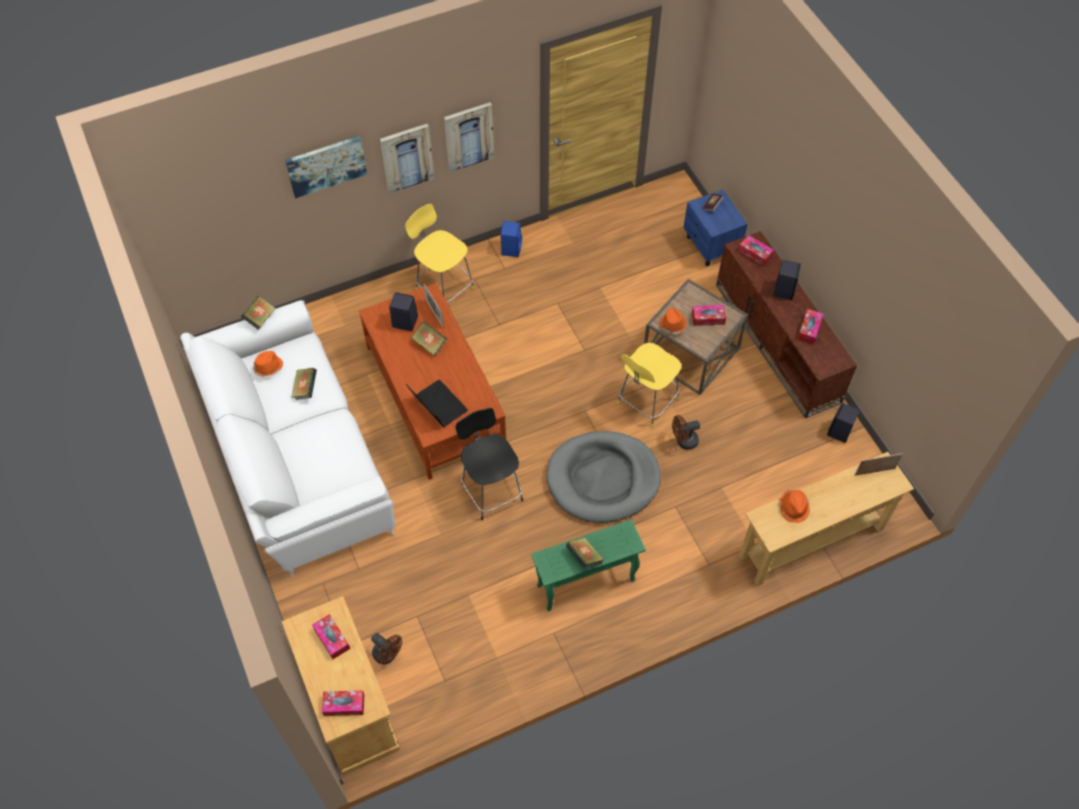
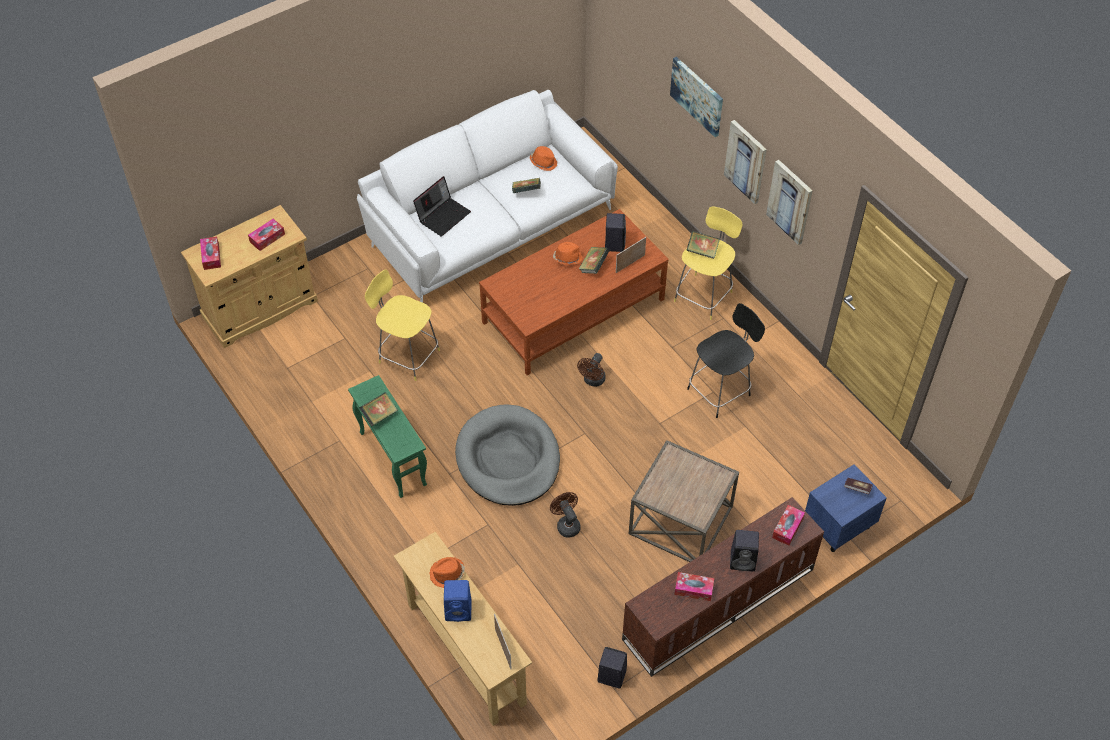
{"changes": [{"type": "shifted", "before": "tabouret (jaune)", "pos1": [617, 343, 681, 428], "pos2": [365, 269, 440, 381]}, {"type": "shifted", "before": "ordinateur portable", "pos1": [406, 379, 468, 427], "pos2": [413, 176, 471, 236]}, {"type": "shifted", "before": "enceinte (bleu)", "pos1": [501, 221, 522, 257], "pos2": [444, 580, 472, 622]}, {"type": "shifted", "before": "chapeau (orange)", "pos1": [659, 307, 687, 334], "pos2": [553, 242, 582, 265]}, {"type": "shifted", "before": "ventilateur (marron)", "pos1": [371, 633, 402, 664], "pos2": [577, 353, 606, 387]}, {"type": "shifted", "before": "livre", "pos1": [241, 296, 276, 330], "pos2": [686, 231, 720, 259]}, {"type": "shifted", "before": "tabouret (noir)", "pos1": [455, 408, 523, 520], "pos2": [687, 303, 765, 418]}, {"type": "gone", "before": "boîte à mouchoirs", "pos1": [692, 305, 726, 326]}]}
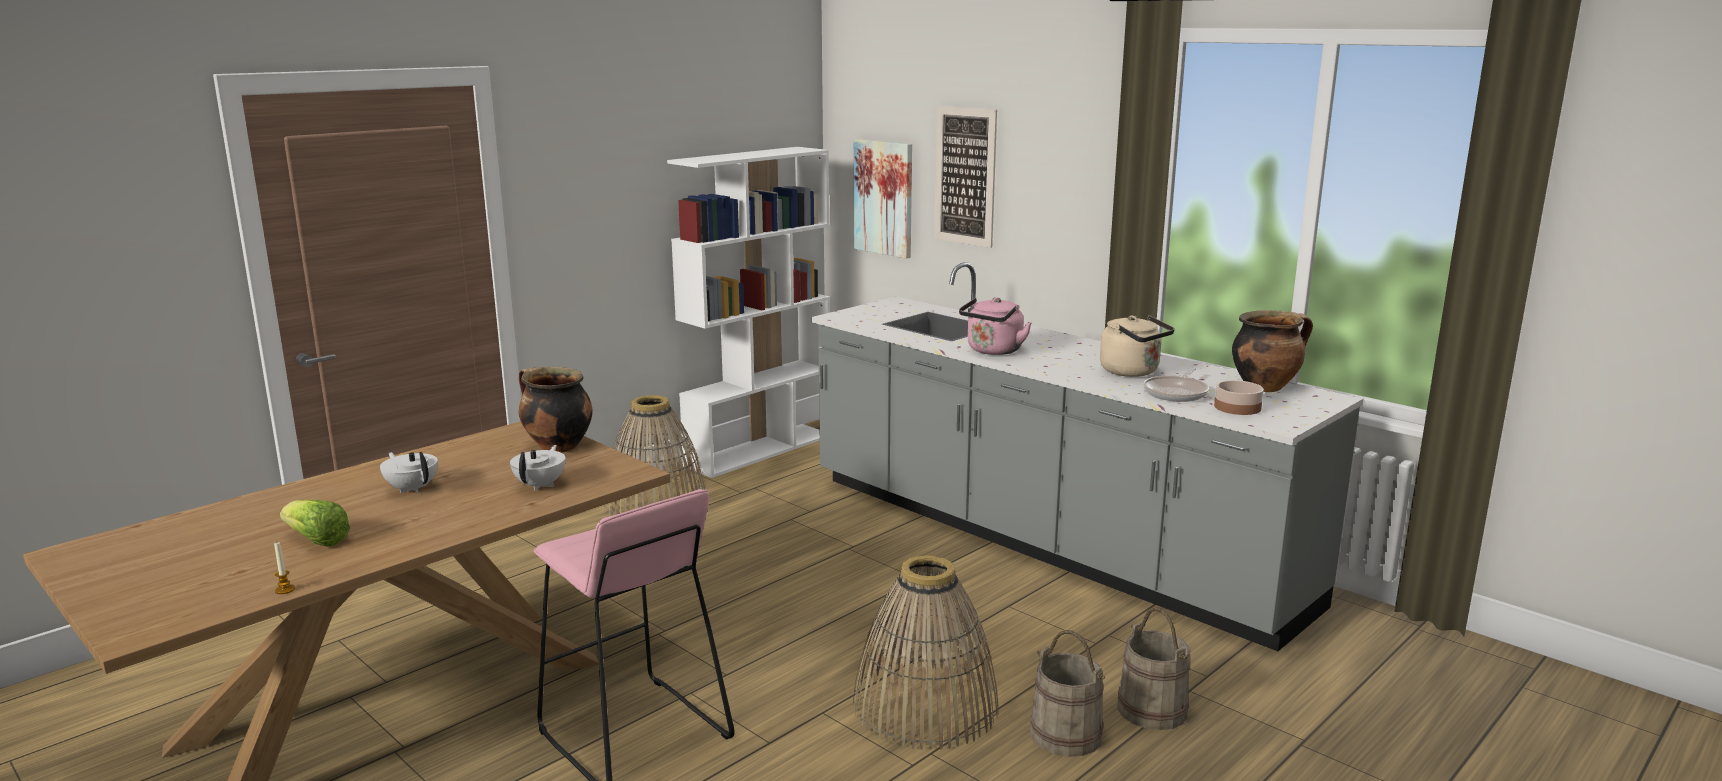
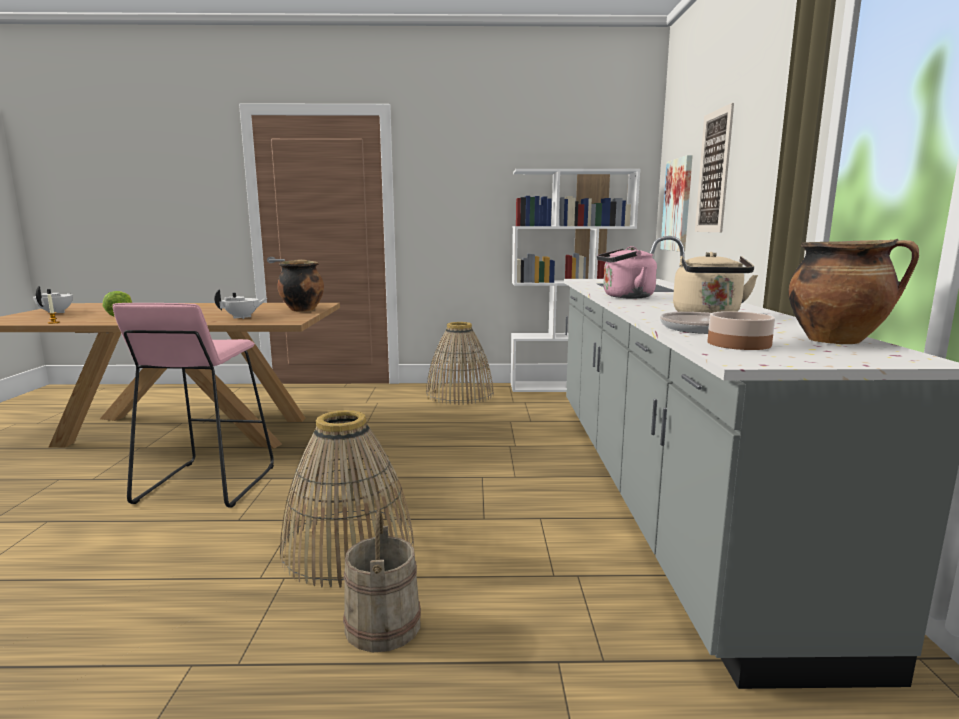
{"changes": [{"type": "shifted", "before": "théière (blanc)", "pos1": [380, 452, 438, 493], "pos2": [33, 286, 73, 313]}, {"type": "gone", "before": "seau (beige)", "pos1": [1118, 607, 1190, 730]}]}
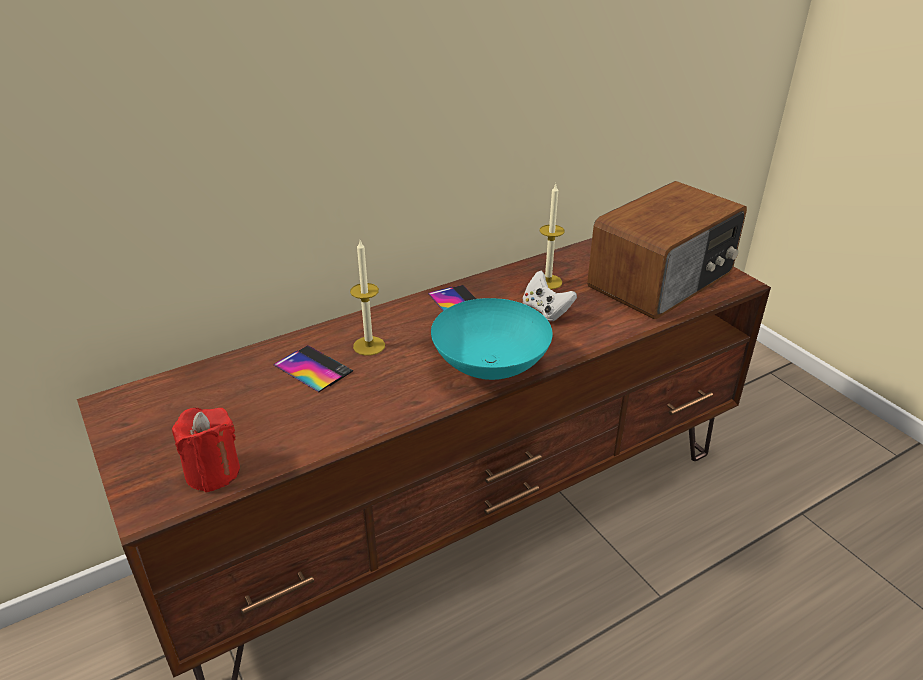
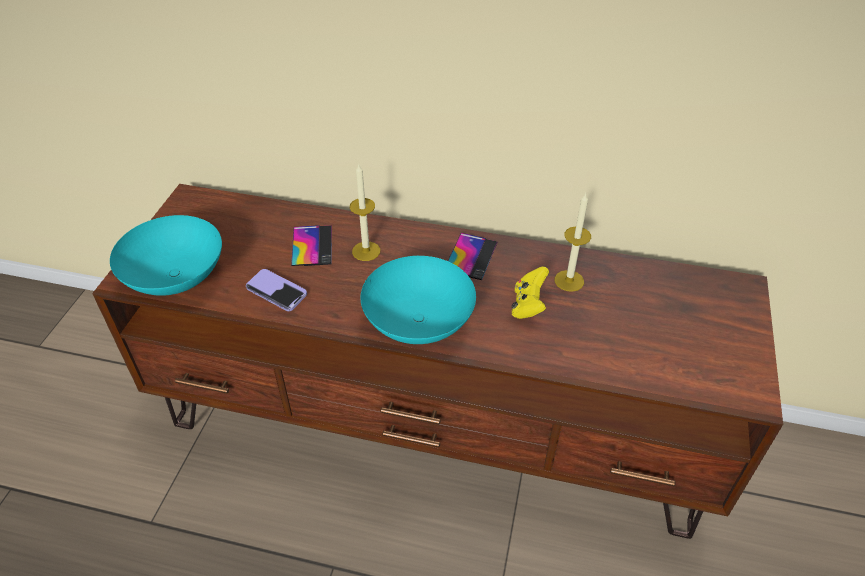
{"changes": [{"type": "swapped", "before": "bougie (rouge)", "after": "bol (turquoise)", "pos1": [172, 408, 240, 493], "pos2": [110, 215, 222, 296]}, {"type": "new", "after": "téléphone", "pos2": [246, 269, 307, 311]}, {"type": "repainted", "before": "manette (blanc)", "after": "manette (jaune)", "pos1": [523, 271, 577, 321], "pos2": [511, 267, 549, 319]}, {"type": "gone", "before": "radio", "pos1": [587, 181, 747, 319]}]}
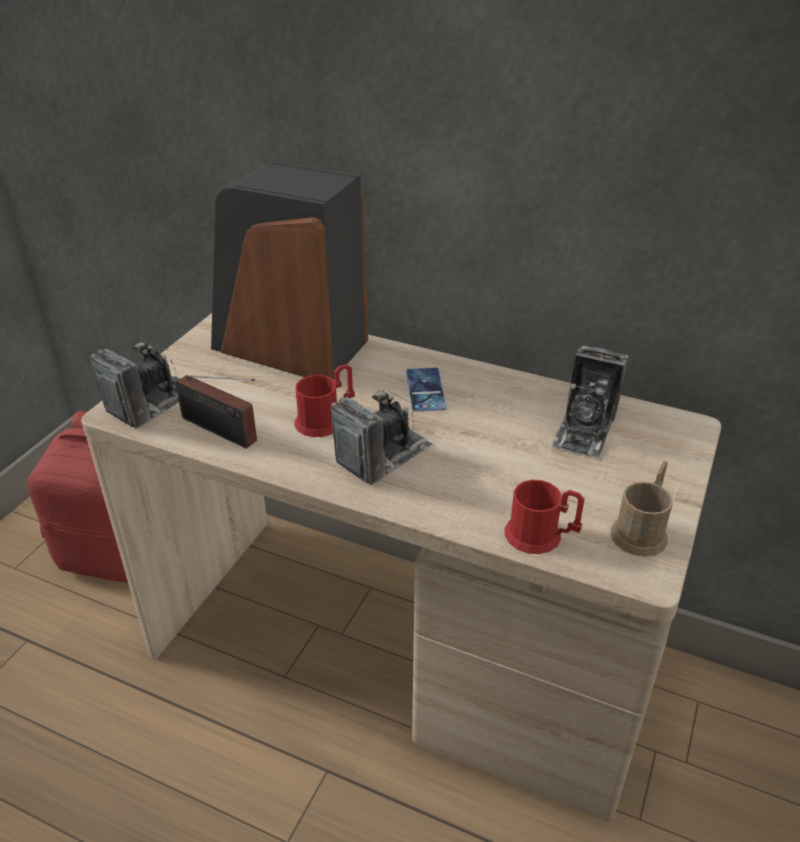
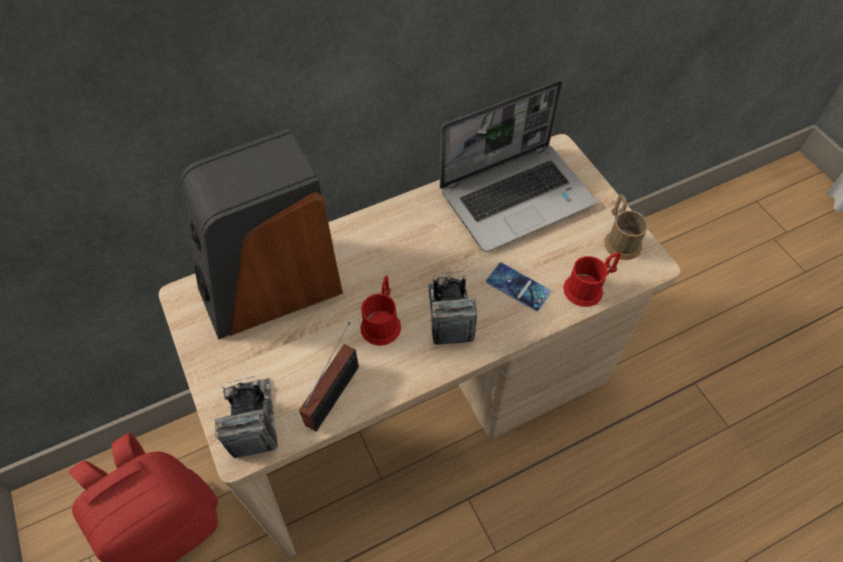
{"changes": [{"type": "rotated", "before": "radio", "pos1": [175, 375, 257, 449], "pos2": [299, 322, 359, 432], "turn": -45}, {"type": "swapped", "before": "appareil photo", "after": "ordinateur portable", "pos1": [551, 345, 629, 458], "pos2": [440, 80, 597, 252]}, {"type": "shifted", "before": "téléphone", "pos1": [406, 368, 446, 412], "pos2": [486, 262, 551, 311]}]}
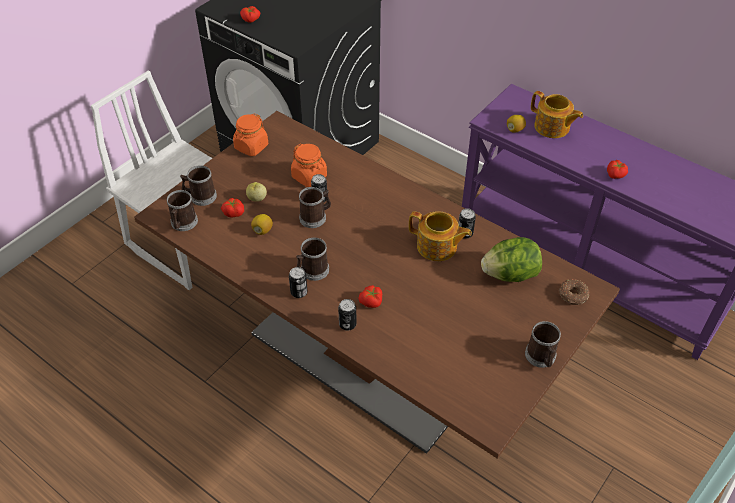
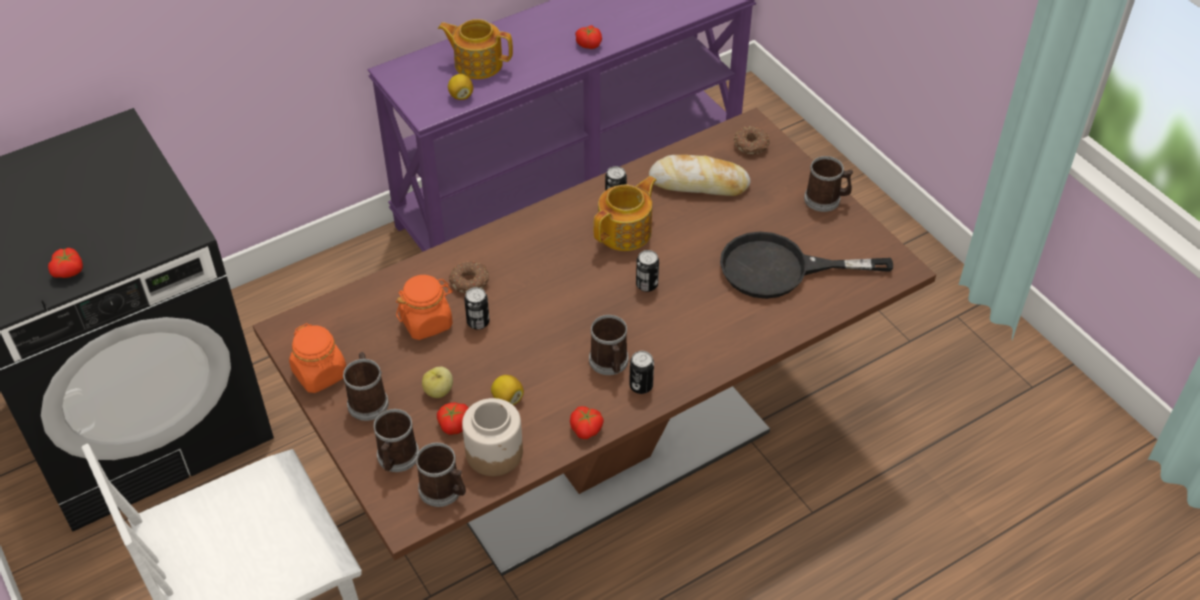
{"changes": [{"type": "shifted", "before": "mug", "pos1": [299, 187, 331, 228], "pos2": [343, 352, 389, 421]}, {"type": "rotated", "before": "théière", "pos1": [531, 91, 583, 138], "pos2": [438, 19, 513, 79], "turn": -135}, {"type": "new", "after": "beignet", "pos2": [449, 262, 489, 293]}, {"type": "new", "after": "bocal", "pos2": [462, 398, 523, 476]}, {"type": "shifted", "before": "tomate", "pos1": [358, 285, 382, 308], "pos2": [570, 406, 604, 439]}, {"type": "shifted", "before": "boîte métallique", "pos1": [338, 299, 357, 331], "pos2": [636, 250, 659, 292]}, {"type": "swapped", "before": "laitue", "after": "pain", "pos1": [481, 237, 542, 282], "pos2": [649, 155, 751, 196]}, {"type": "new", "after": "poêle (noir)", "pos2": [720, 231, 893, 299]}]}
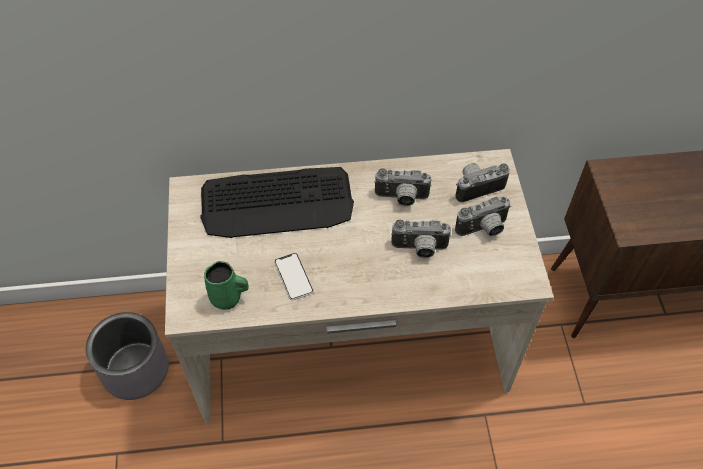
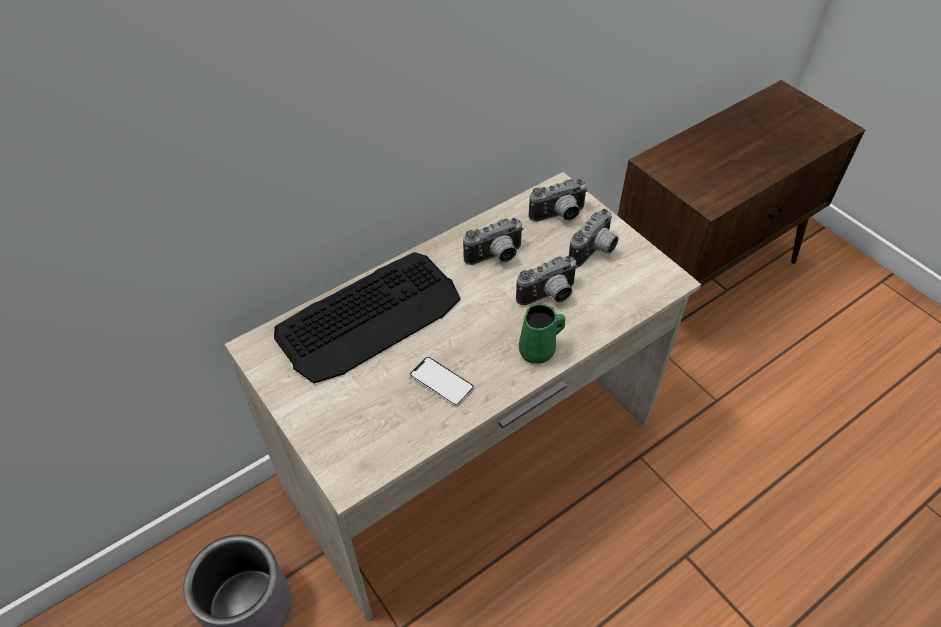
{"changes": [{"type": "shifted", "before": "mug (vert)", "pos1": [204, 261, 249, 309], "pos2": [519, 304, 565, 364]}, {"type": "rotated", "before": "appareil photo", "pos1": [456, 163, 510, 202], "pos2": [529, 179, 588, 222], "turn": -150}]}
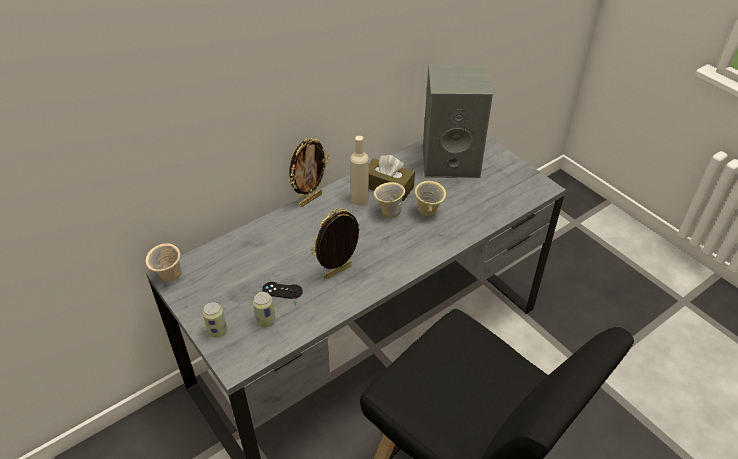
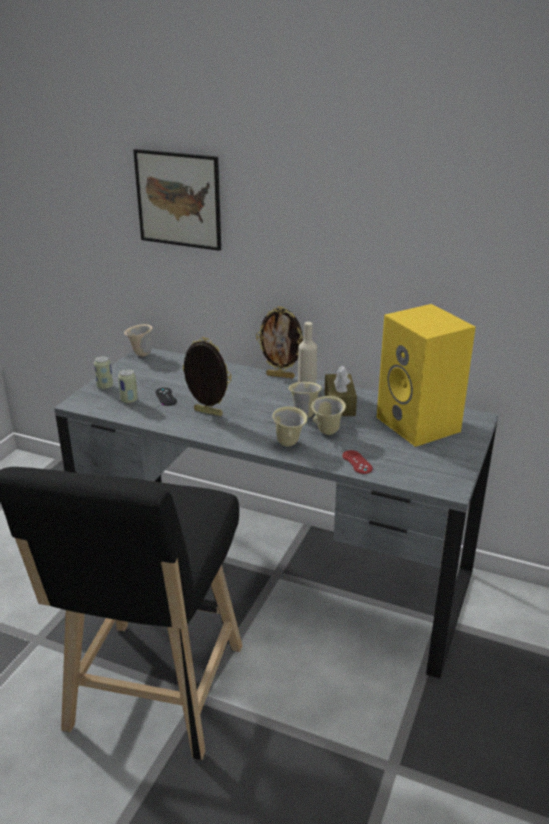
{"changes": [{"type": "new", "after": "tableau", "pos2": [133, 149, 221, 251]}, {"type": "new", "after": "mug (beige)", "pos2": [272, 406, 308, 447]}, {"type": "new", "after": "manette (rouge)", "pos2": [342, 450, 373, 474]}, {"type": "repainted", "before": "enceinte (gris)", "after": "enceinte (jaune)", "pos1": [423, 64, 493, 178], "pos2": [377, 304, 476, 447]}]}
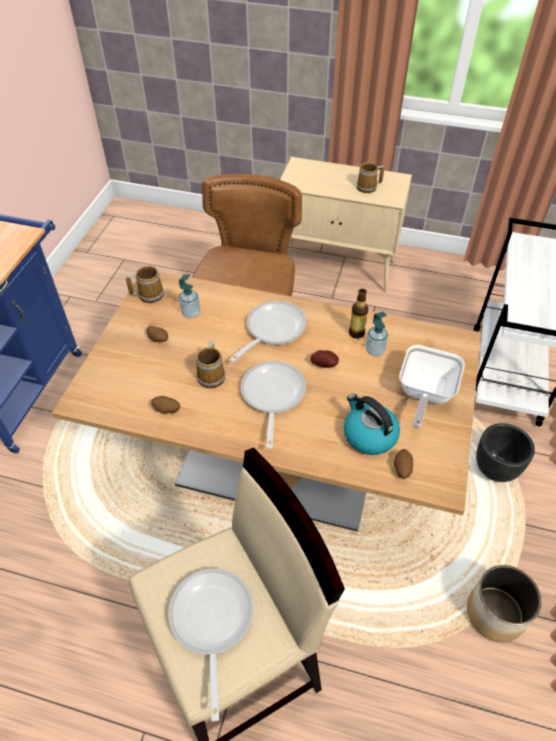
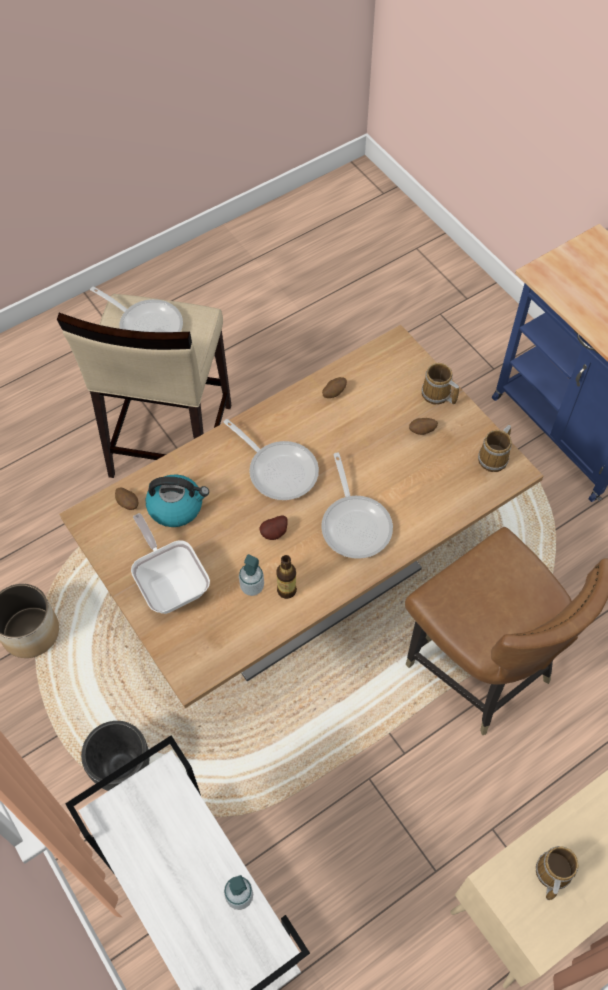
{"changes": [{"type": "shifted", "before": "distributeur de savon", "pos1": [179, 274, 200, 318], "pos2": [224, 875, 253, 910]}, {"type": "shifted", "before": "mug", "pos1": [196, 341, 226, 388], "pos2": [421, 363, 459, 405]}]}
